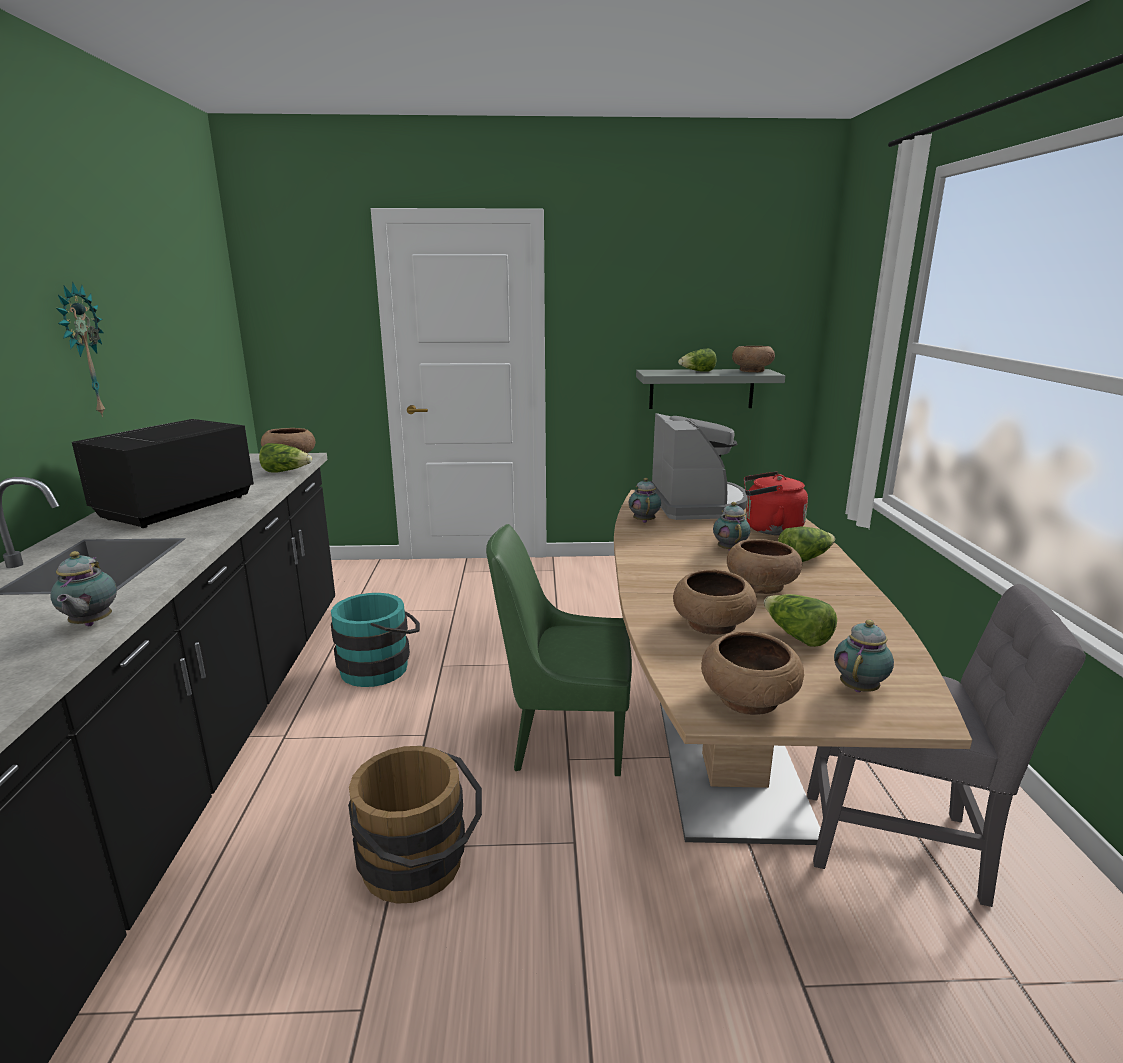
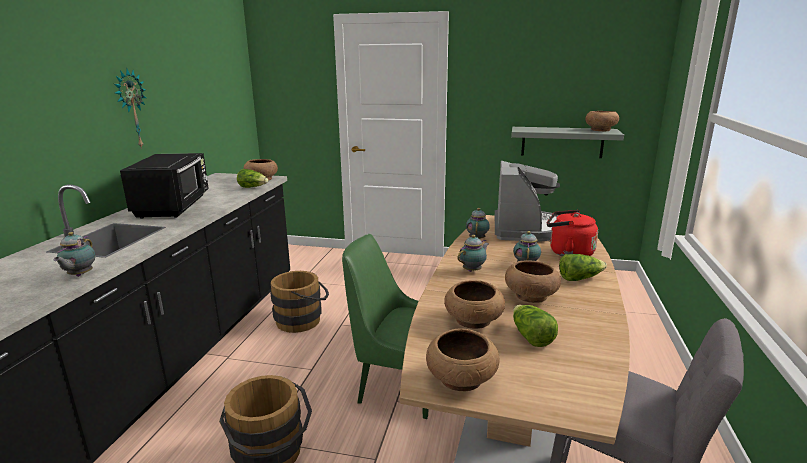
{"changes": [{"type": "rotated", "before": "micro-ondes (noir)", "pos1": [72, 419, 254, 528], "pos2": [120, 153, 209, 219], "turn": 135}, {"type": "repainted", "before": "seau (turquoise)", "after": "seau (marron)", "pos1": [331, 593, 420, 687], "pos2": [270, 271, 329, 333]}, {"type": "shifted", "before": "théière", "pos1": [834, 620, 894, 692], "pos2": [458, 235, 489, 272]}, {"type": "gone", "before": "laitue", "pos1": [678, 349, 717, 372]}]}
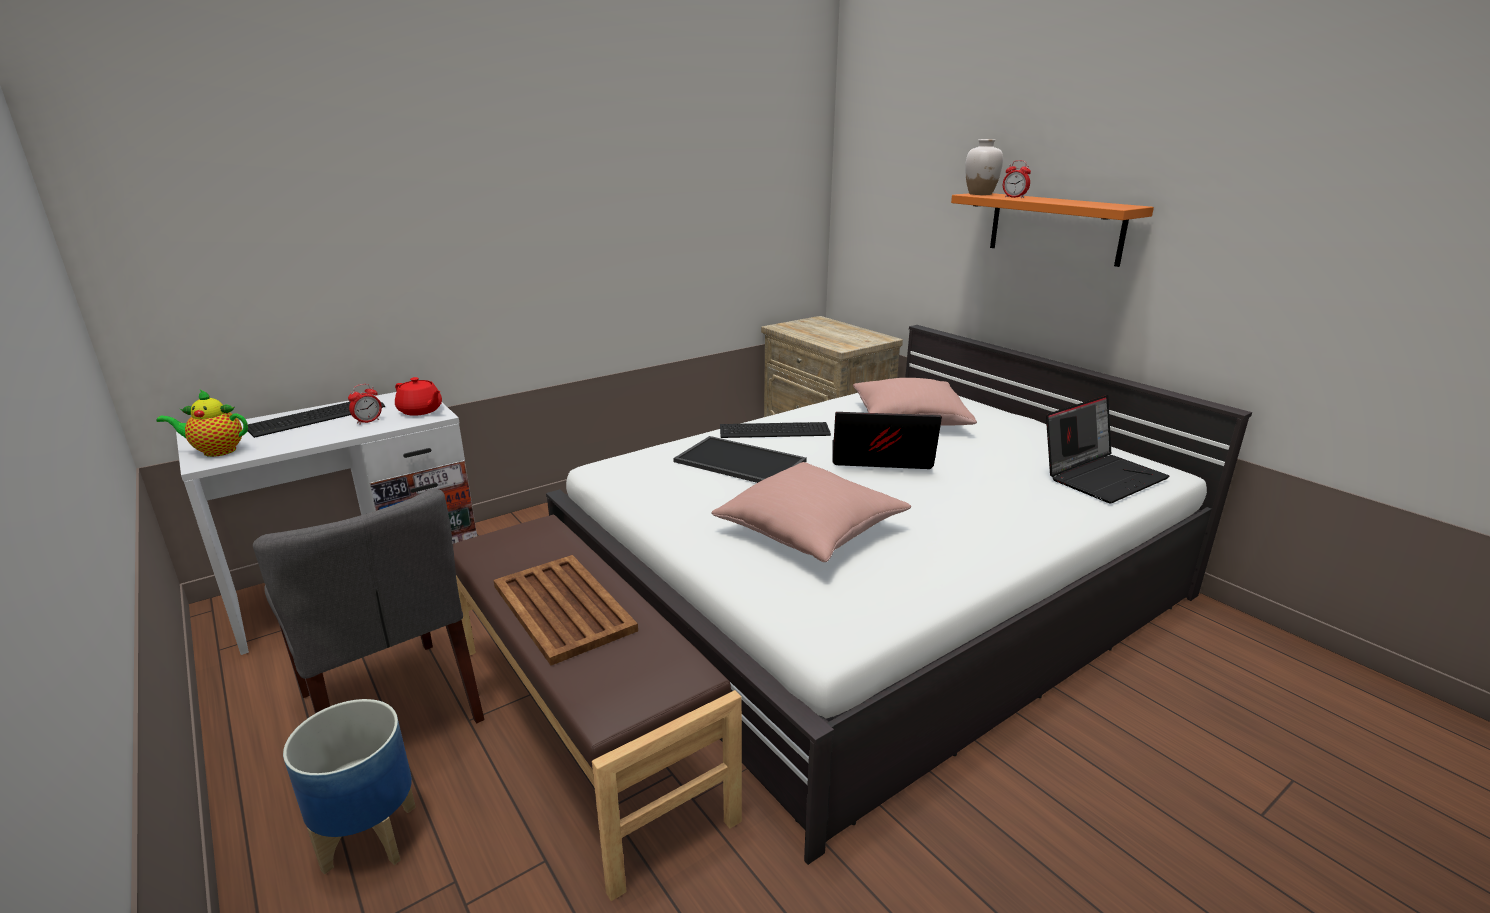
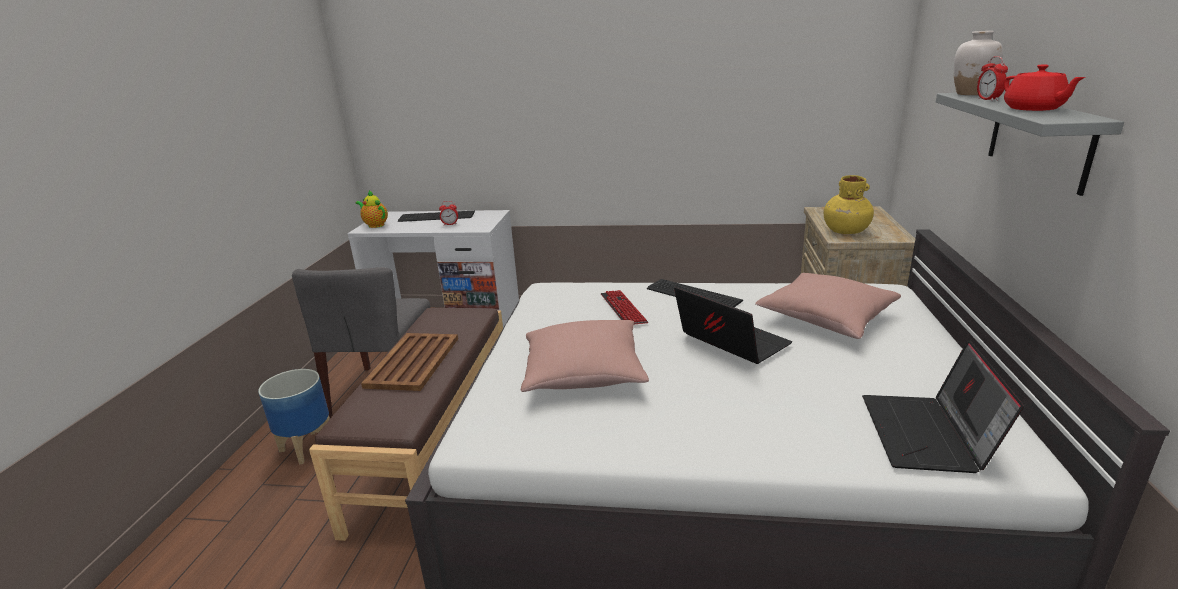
{"changes": [{"type": "swapped", "before": "plateau", "after": "clavier", "pos1": [673, 436, 807, 483], "pos2": [601, 290, 648, 324]}, {"type": "new", "after": "vase (jaune)", "pos2": [824, 175, 874, 234]}, {"type": "rotated", "before": "ordinateur portable", "pos1": [1046, 395, 1169, 504], "pos2": [862, 340, 1024, 473], "turn": 90}, {"type": "repainted", "before": "étagère (orange)", "after": "étagère (gris)", "pos1": [951, 193, 1154, 267], "pos2": [936, 93, 1124, 196]}, {"type": "shifted", "before": "théière (rouge)", "pos1": [395, 377, 442, 416], "pos2": [1003, 65, 1085, 111]}]}
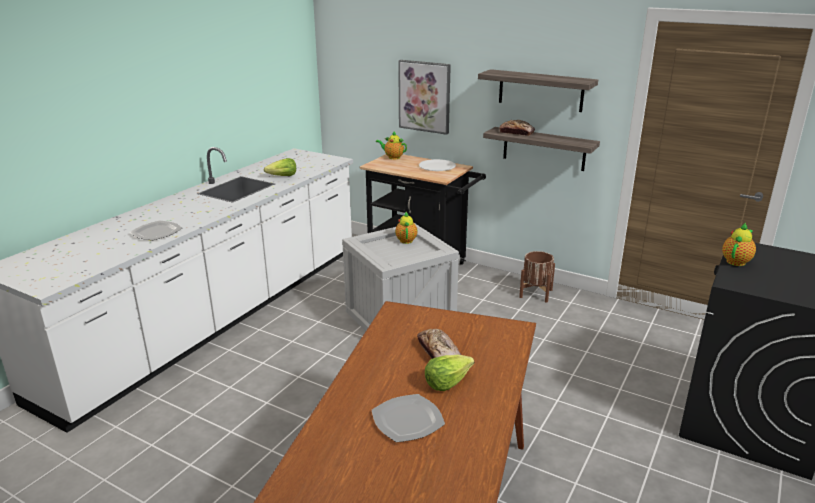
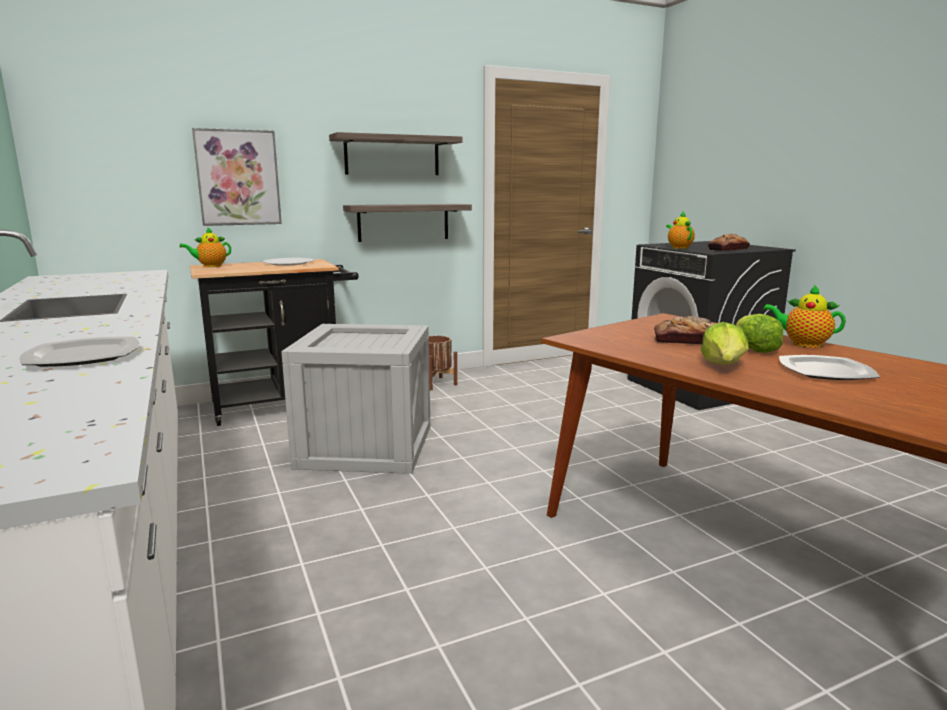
{"changes": [{"type": "shifted", "before": "laitue", "pos1": [264, 158, 296, 176], "pos2": [701, 322, 749, 364]}, {"type": "shifted", "before": "pain", "pos1": [499, 120, 535, 136], "pos2": [708, 233, 750, 251]}, {"type": "shifted", "before": "théière", "pos1": [395, 211, 417, 244], "pos2": [763, 285, 846, 348]}]}
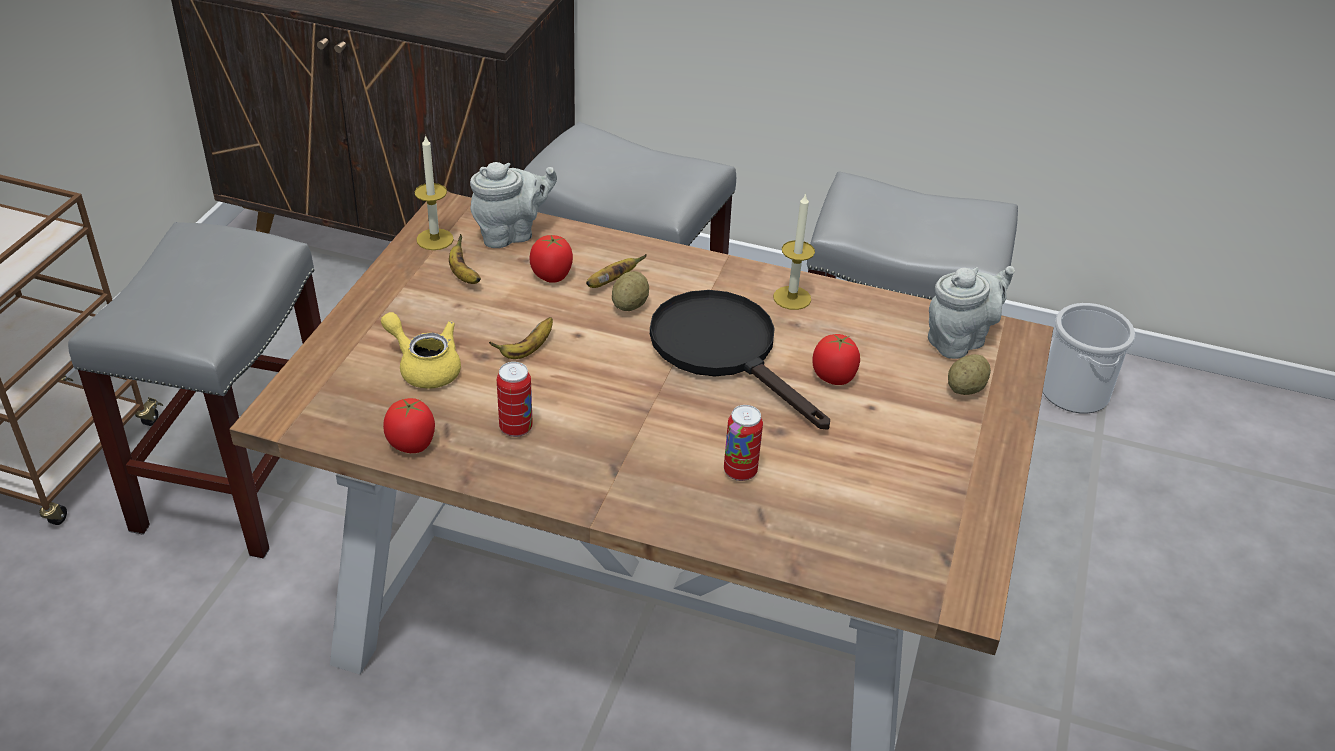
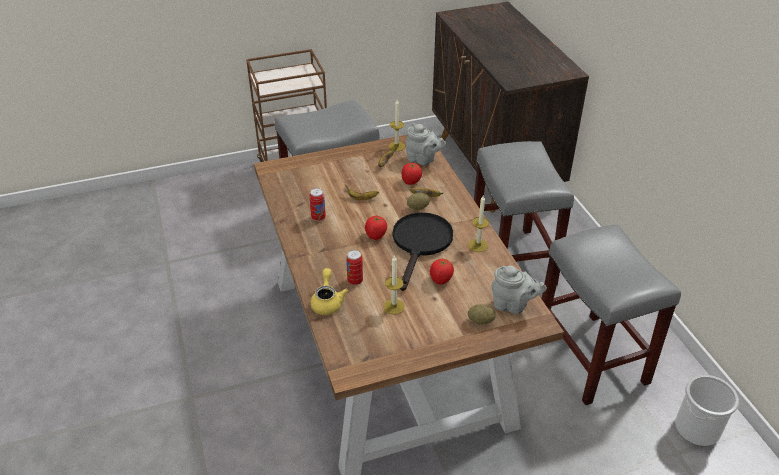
{"changes": [{"type": "shifted", "before": "théière (jaune)", "pos1": [381, 312, 461, 389], "pos2": [310, 268, 348, 315]}, {"type": "shifted", "before": "tomate", "pos1": [383, 398, 435, 453], "pos2": [365, 216, 387, 240]}, {"type": "new", "after": "bougie", "pos2": [383, 255, 405, 315]}]}
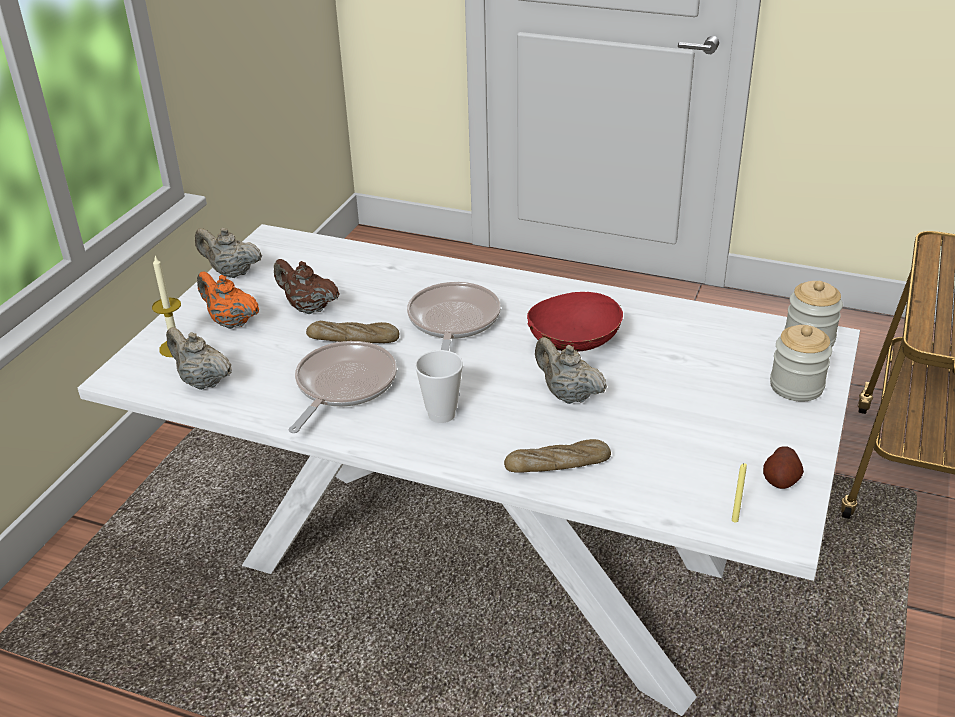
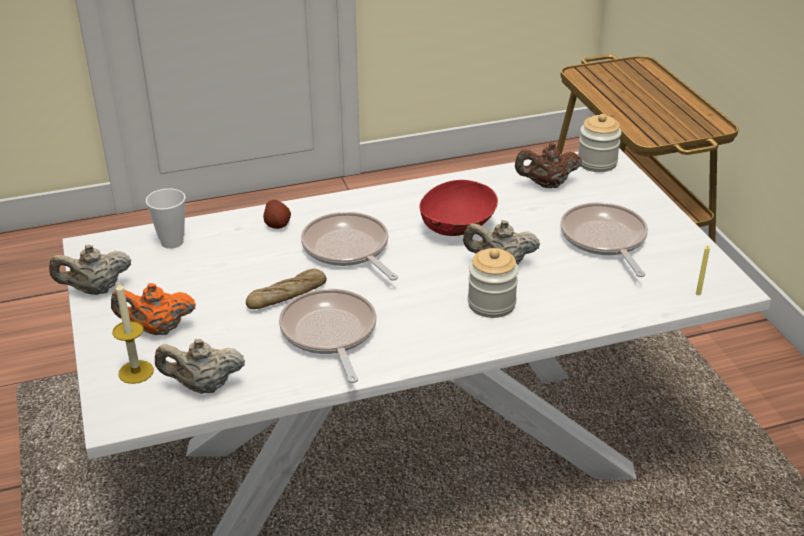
{"changes": [{"type": "shifted", "before": "tasse", "pos1": [415, 350, 463, 423], "pos2": [146, 188, 185, 249]}, {"type": "shifted", "before": "pomme de terre", "pos1": [763, 446, 804, 489], "pos2": [263, 200, 291, 229]}, {"type": "shifted", "before": "bocal", "pos1": [770, 325, 832, 402], "pos2": [468, 248, 519, 318]}, {"type": "shifted", "before": "théière (marron)", "pos1": [274, 259, 339, 314], "pos2": [515, 143, 582, 188]}, {"type": "new", "after": "poêle", "pos2": [560, 203, 648, 277]}, {"type": "gone", "before": "pain", "pos1": [504, 439, 611, 473]}]}
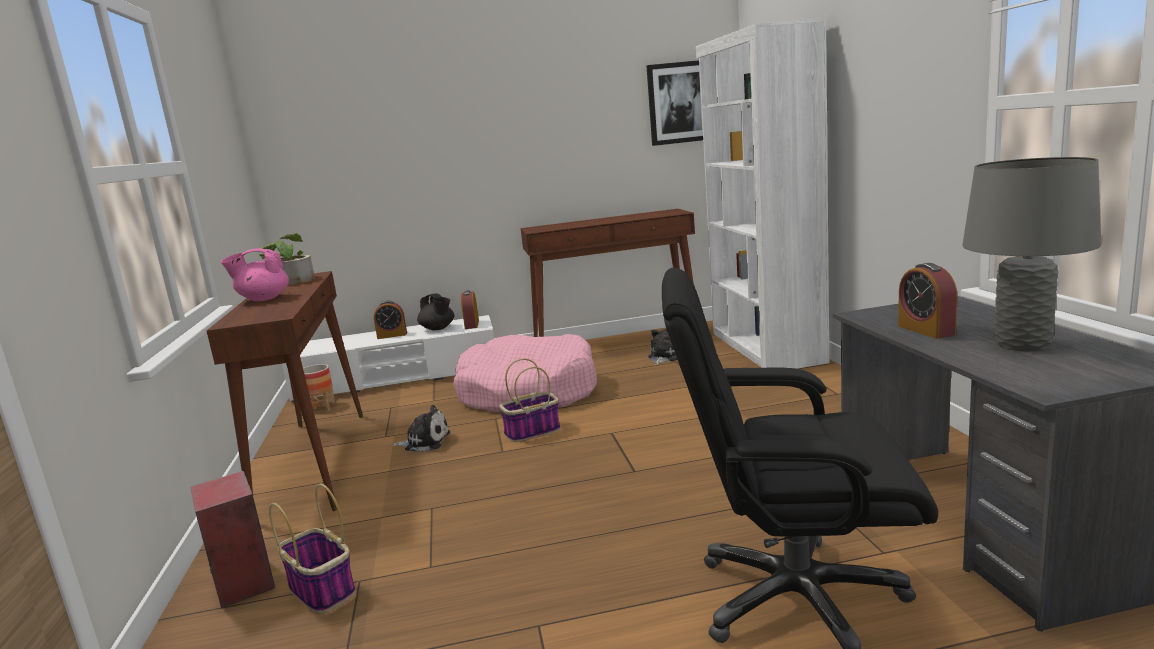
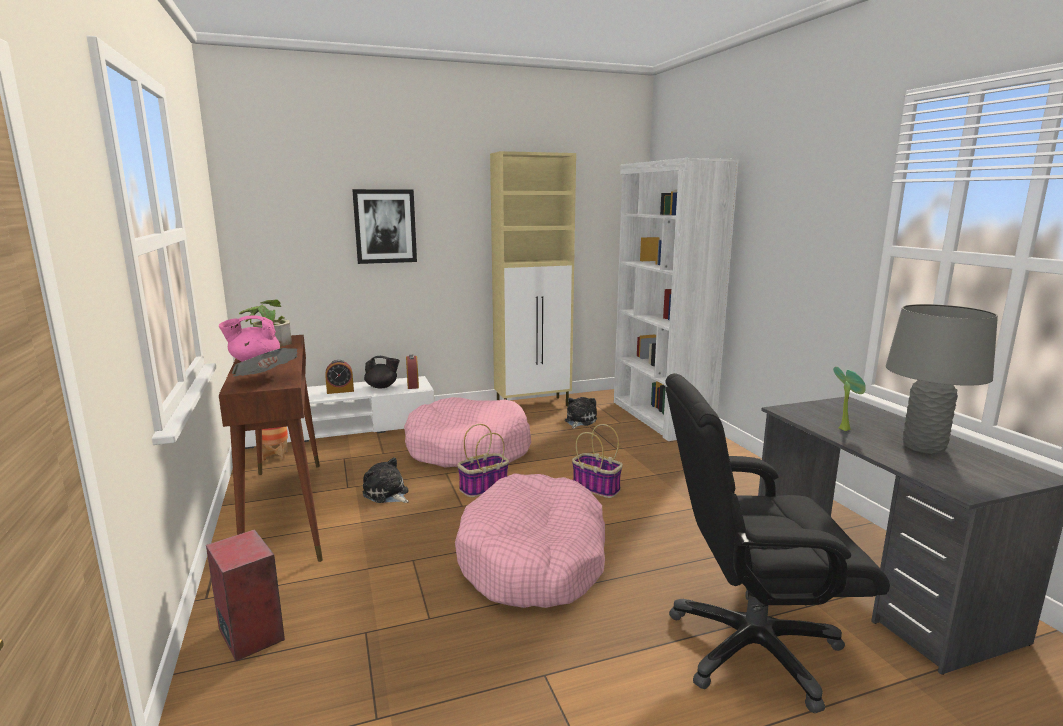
{"changes": [{"type": "new", "after": "journal", "pos2": [232, 348, 298, 376]}, {"type": "shifted", "before": "tableau", "pos1": [646, 60, 703, 146], "pos2": [352, 189, 417, 264]}, {"type": "rotated", "before": "peluche", "pos1": [392, 405, 450, 452], "pos2": [363, 458, 409, 503], "turn": -135}, {"type": "rotated", "before": "théière (noir)", "pos1": [417, 293, 454, 330], "pos2": [364, 356, 400, 388], "turn": -45}, {"type": "new", "after": "panier pour chien (rose)", "pos2": [455, 473, 605, 608]}, {"type": "swapped", "before": "table console (marron)", "after": "meuble de rangement (beige)", "pos1": [521, 209, 695, 337], "pos2": [490, 151, 576, 406]}, {"type": "shifted", "before": "panier", "pos1": [269, 484, 356, 614], "pos2": [572, 424, 623, 498]}, {"type": "swapped", "before": "réveil", "after": "plante en pot", "pos1": [898, 263, 957, 339], "pos2": [833, 367, 866, 431]}]}
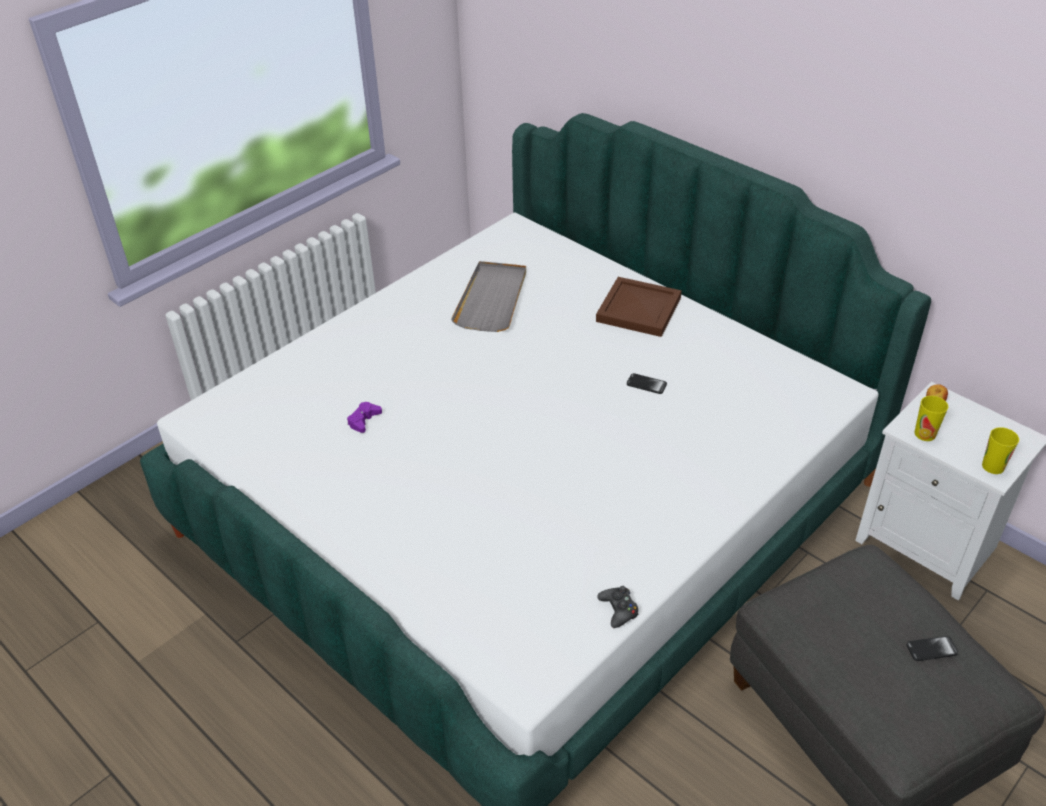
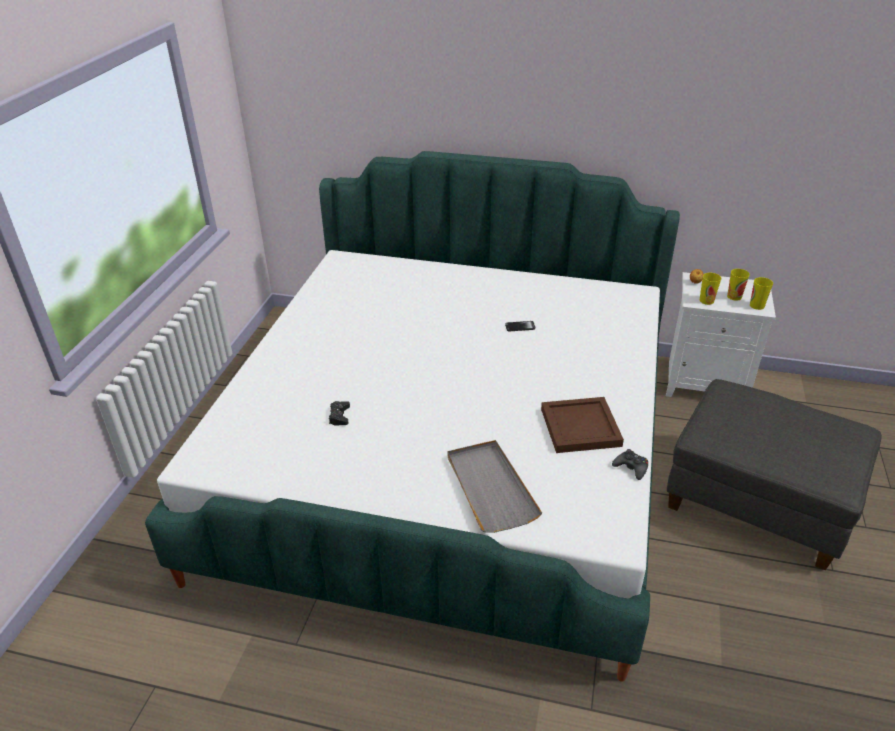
{"changes": [{"type": "repainted", "before": "manette (violet)", "after": "manette (noir)", "pos1": [347, 402, 382, 433], "pos2": [329, 401, 350, 425]}, {"type": "shifted", "before": "plateau (gris)", "pos1": [451, 261, 526, 332], "pos2": [448, 440, 542, 533]}, {"type": "shifted", "before": "plateau (marron)", "pos1": [596, 277, 682, 337], "pos2": [541, 397, 624, 453]}, {"type": "new", "after": "tasse", "pos2": [727, 269, 750, 301]}, {"type": "gone", "before": "téléphone", "pos1": [907, 636, 958, 661]}]}
